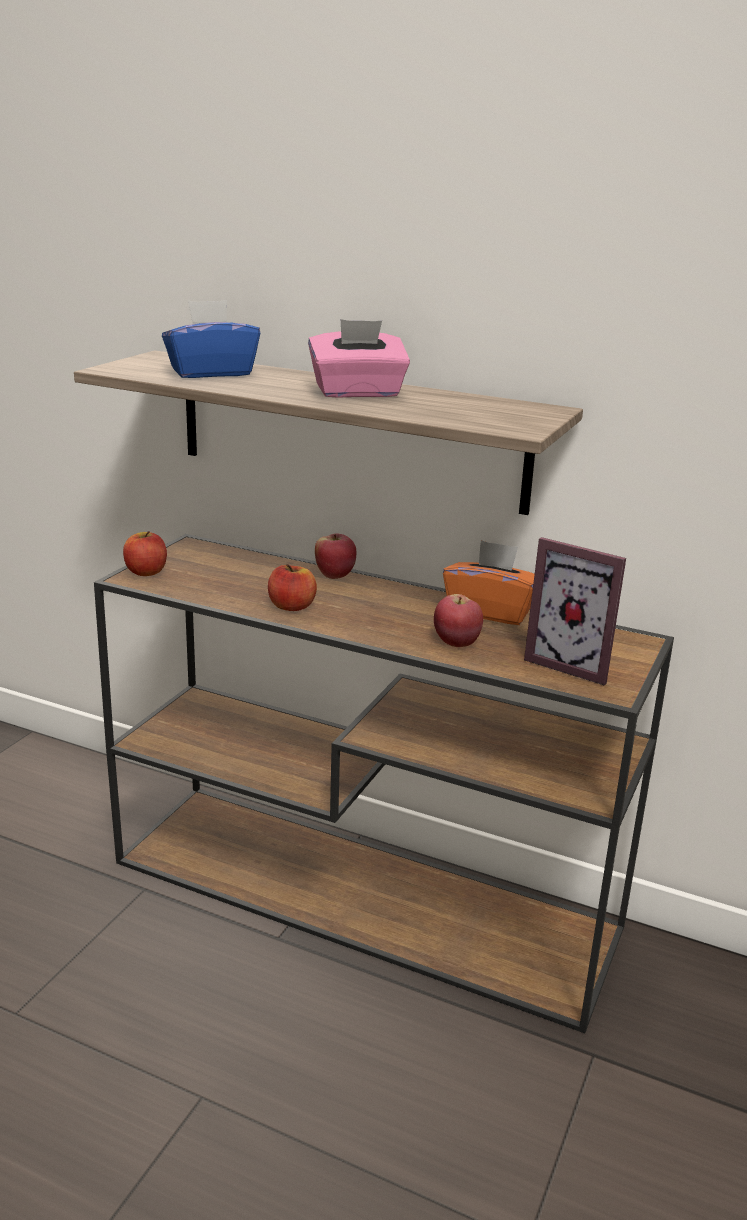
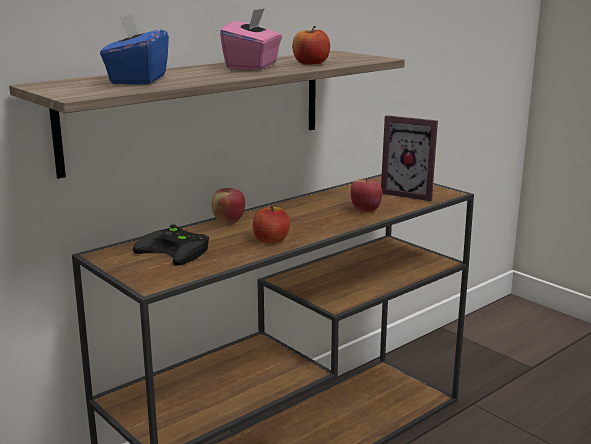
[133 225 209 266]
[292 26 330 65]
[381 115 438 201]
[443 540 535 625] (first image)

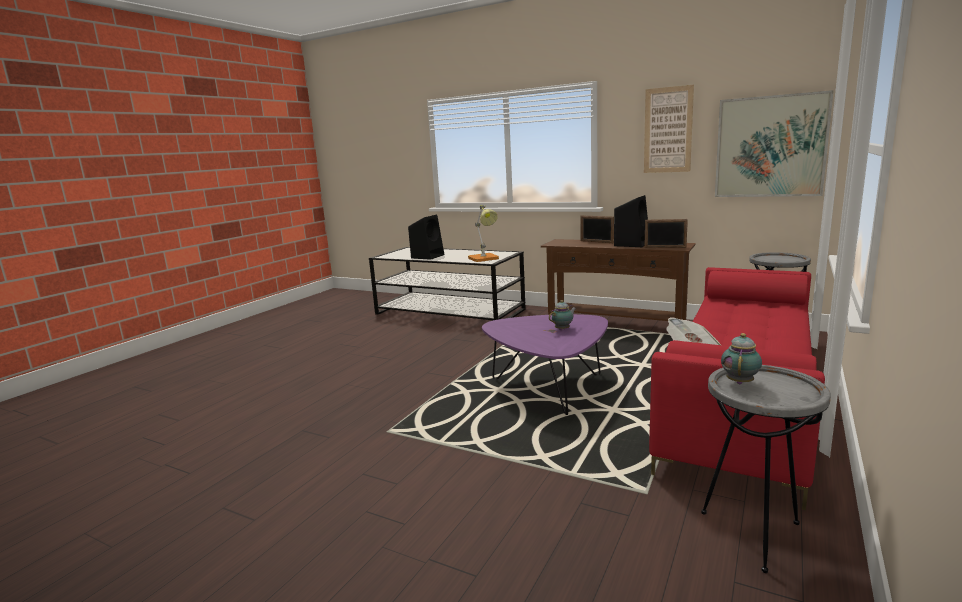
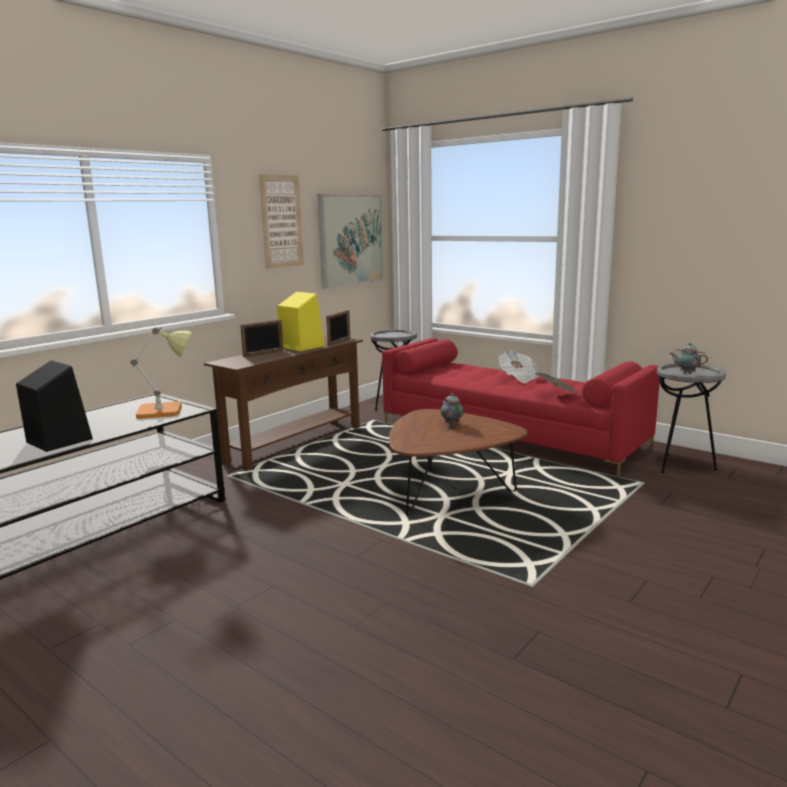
[277 292 324 351]
[389 409 527 516]
[498 351 540 383]

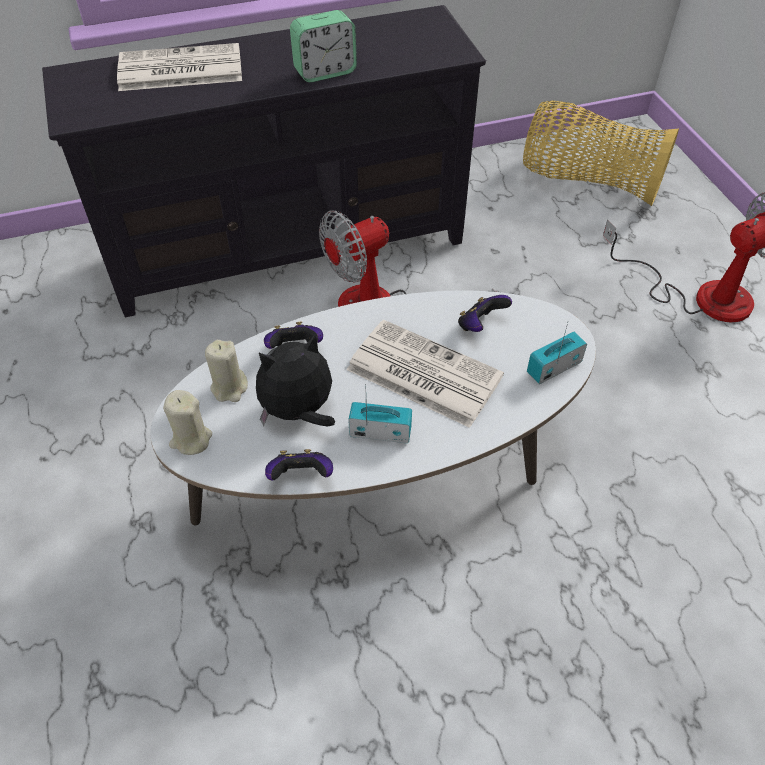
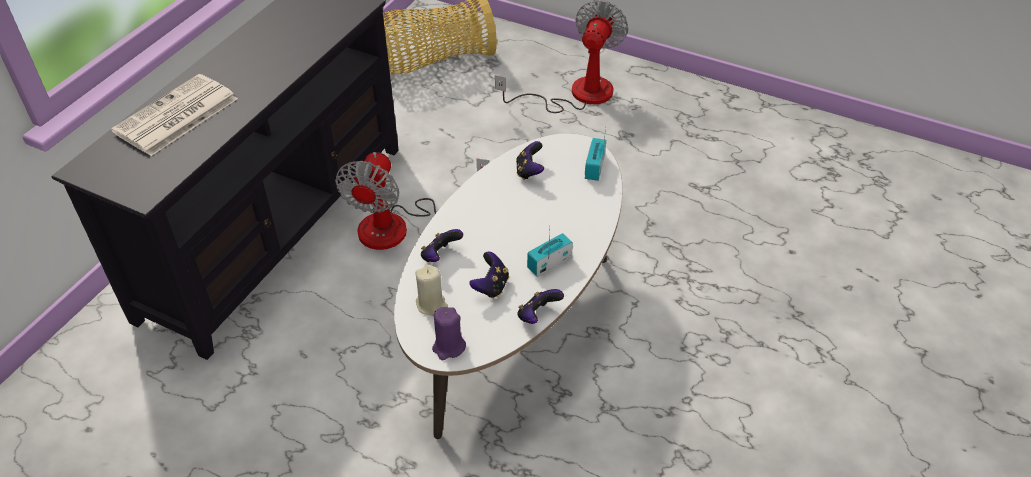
[432 307 466 360]
[469 252 509 299]
[290 10 357 82] (first image)
[346 320 504 428] (first image)

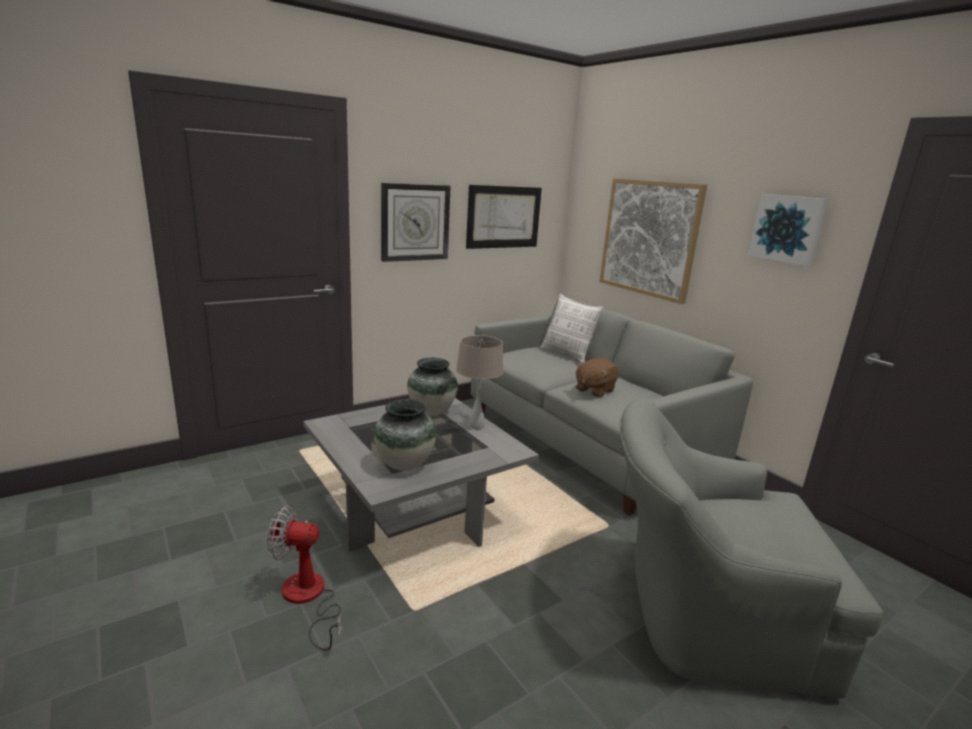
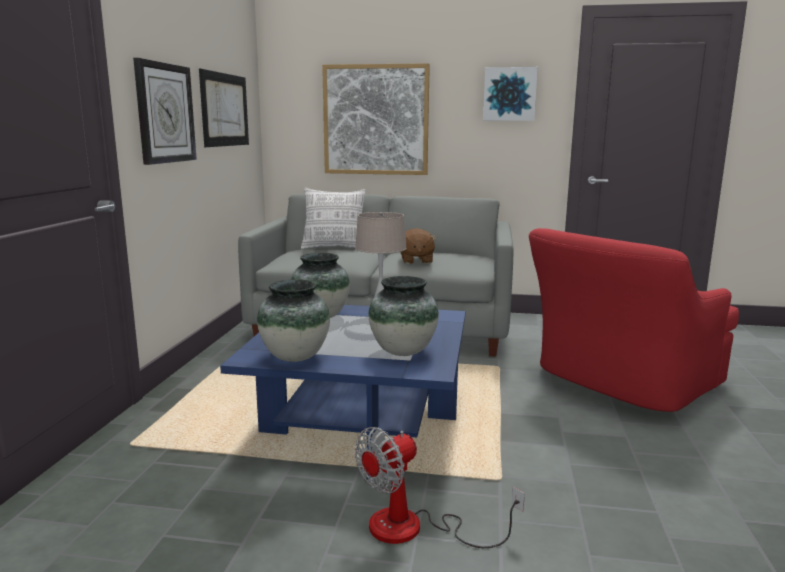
[220 305 465 480]
[257 279 330 362]
[529 228 739 412]

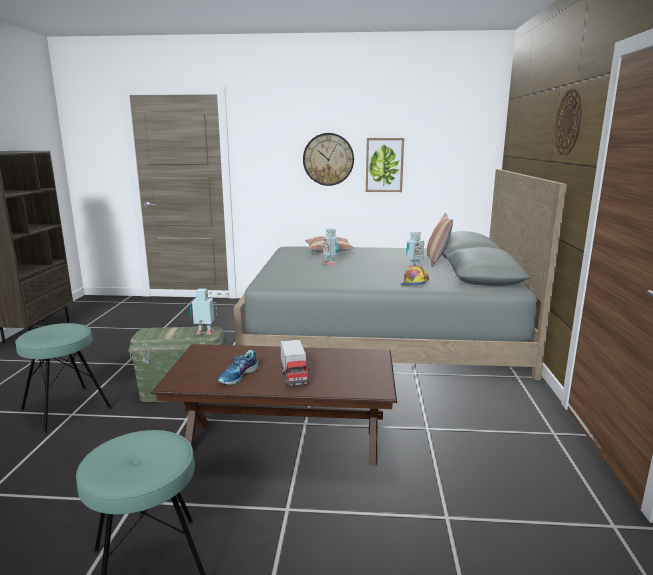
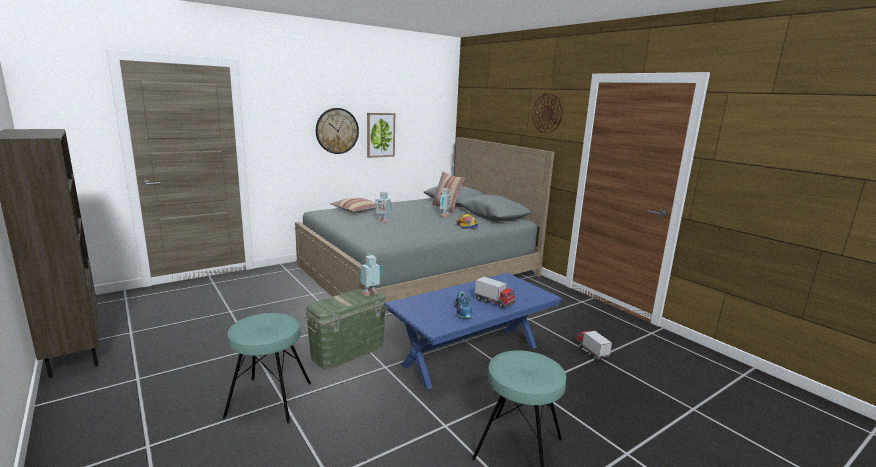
[384 273 563 389]
[576 331 612 360]

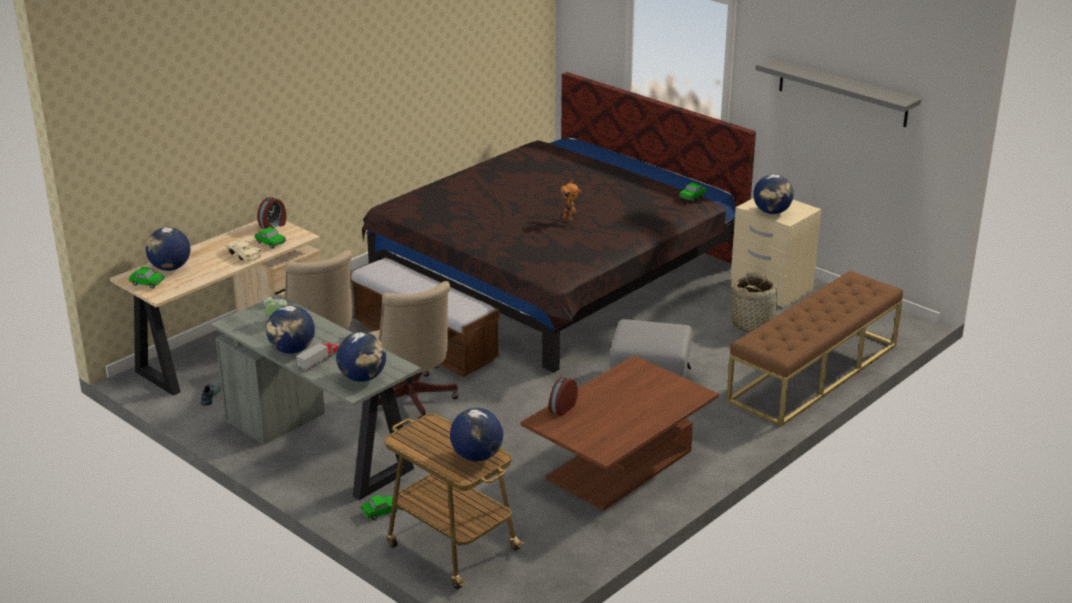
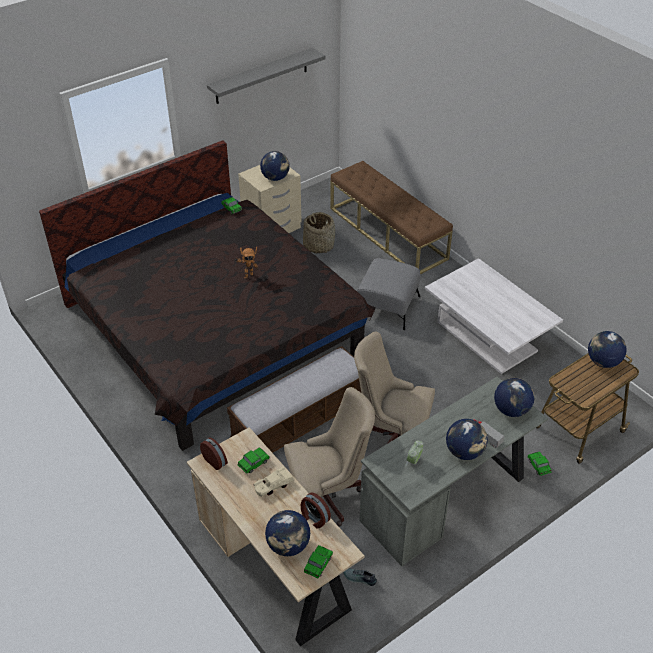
[301 492 331 529]
[354 331 435 444]
[425 258 563 374]

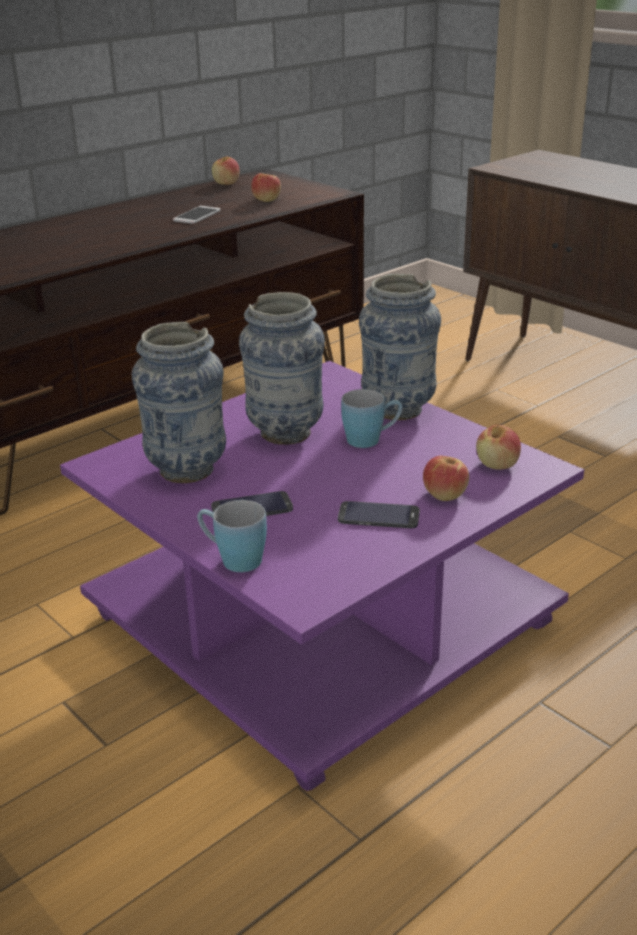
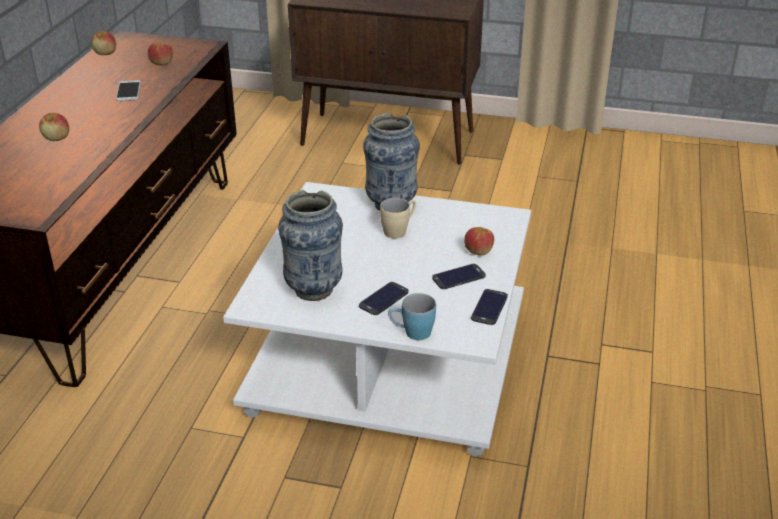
[39 113 69 141]
[223 182 531 456]
[380 198 416 239]
[471 289 508 325]
[239 292 325 445] (first image)

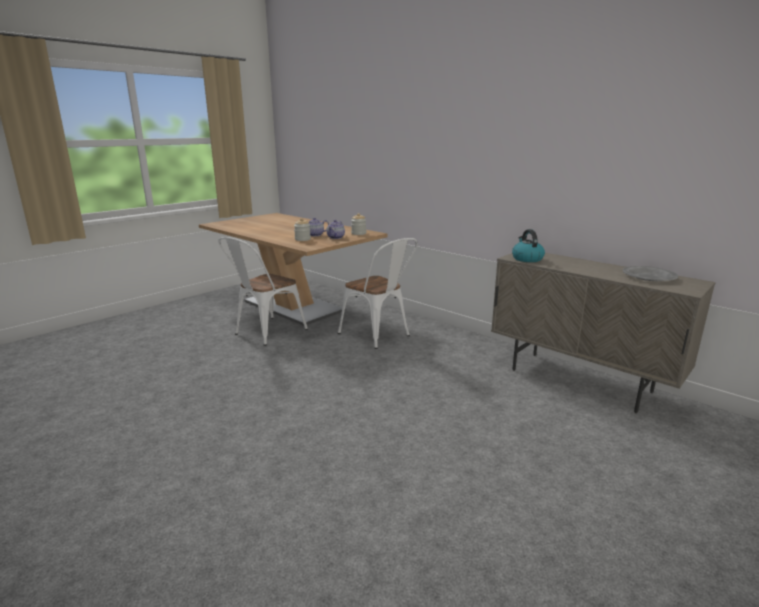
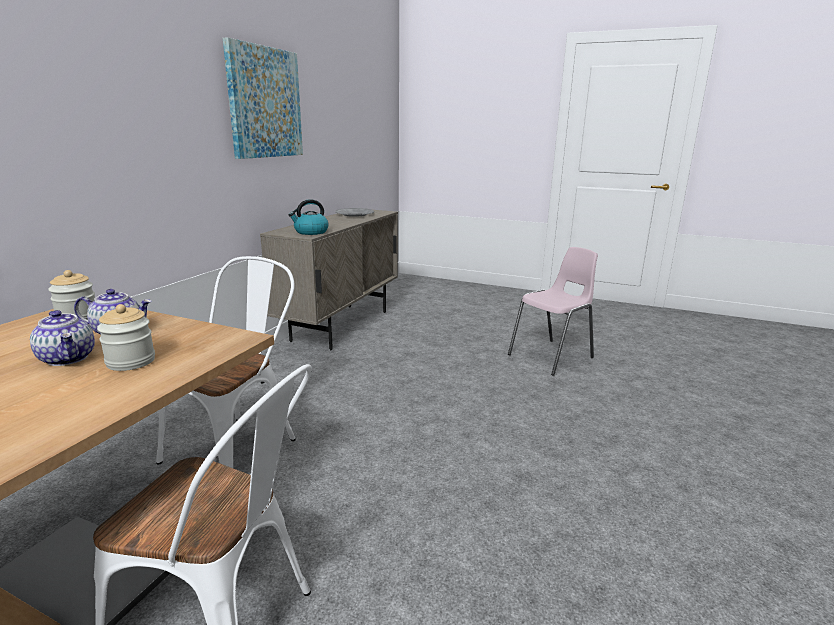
[223 37 303 159]
[508 247 598 376]

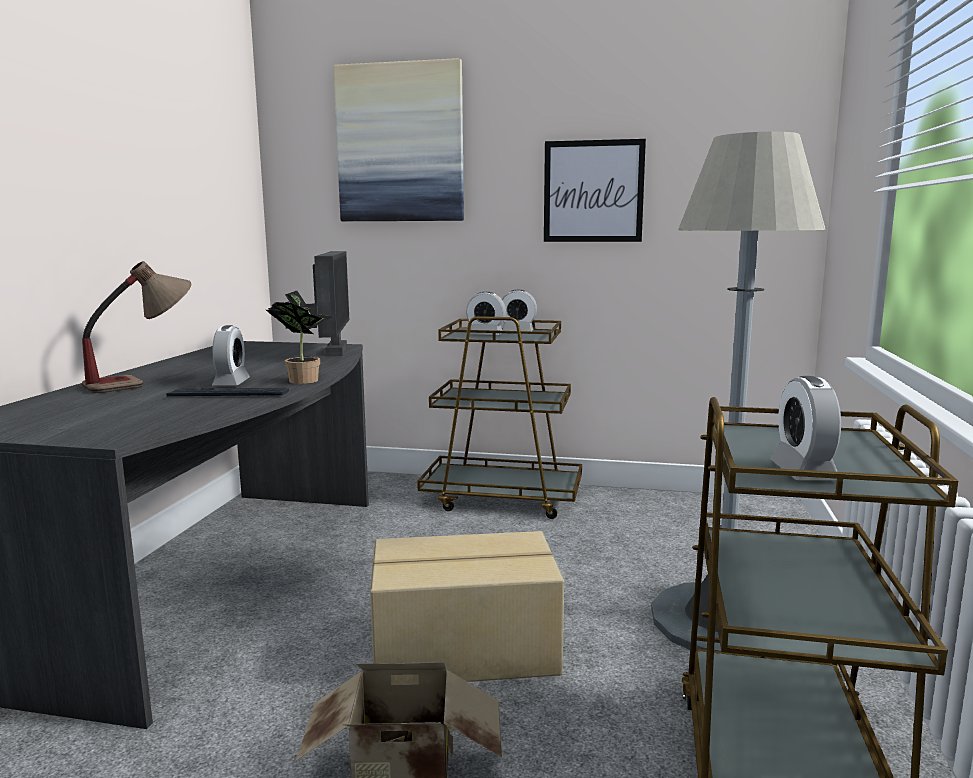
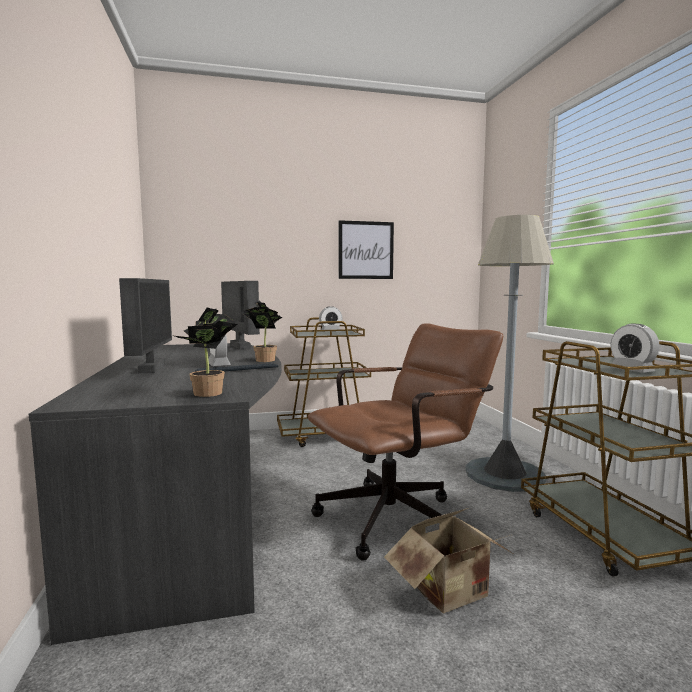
[119 278 172 373]
[171 308 237 397]
[308 323 503 561]
[333 58 464 221] (first image)
[466 292 506 335] (first image)

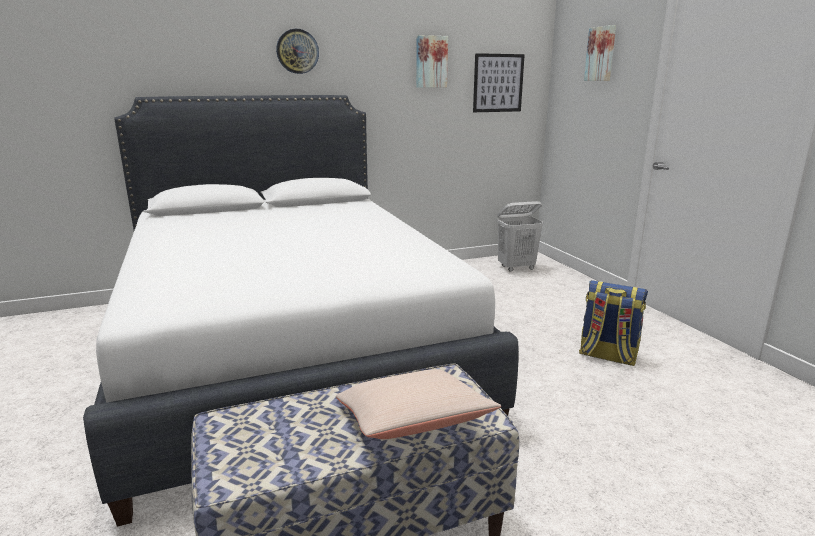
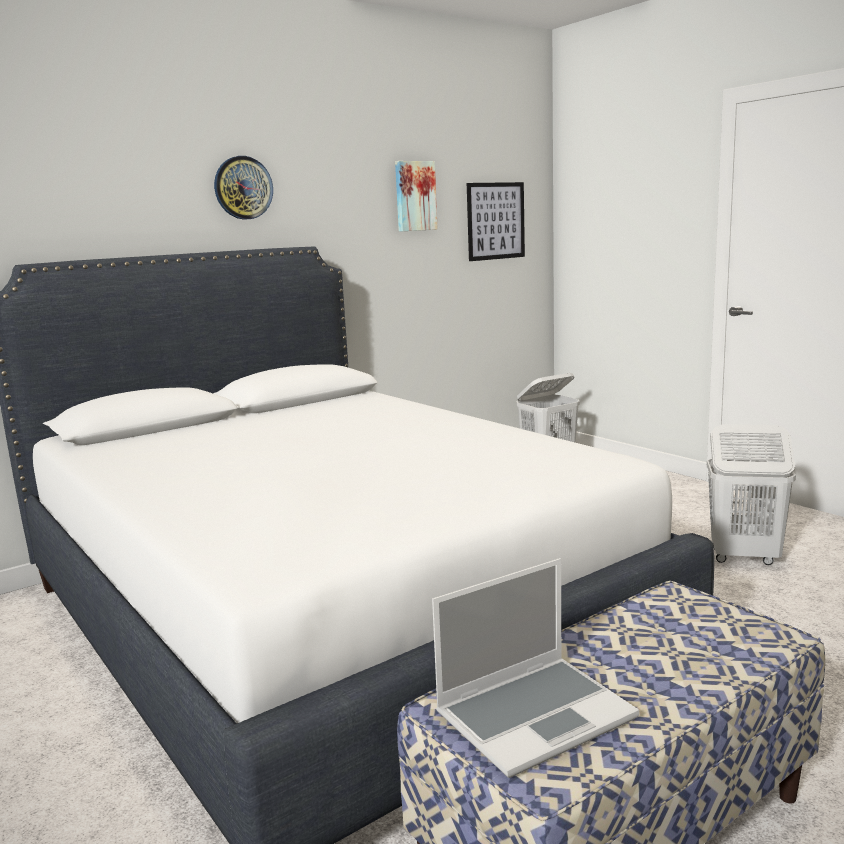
[432 558 639 778]
[707 424 796 565]
[336 369 501 439] (first image)
[584 25 616 81] (first image)

